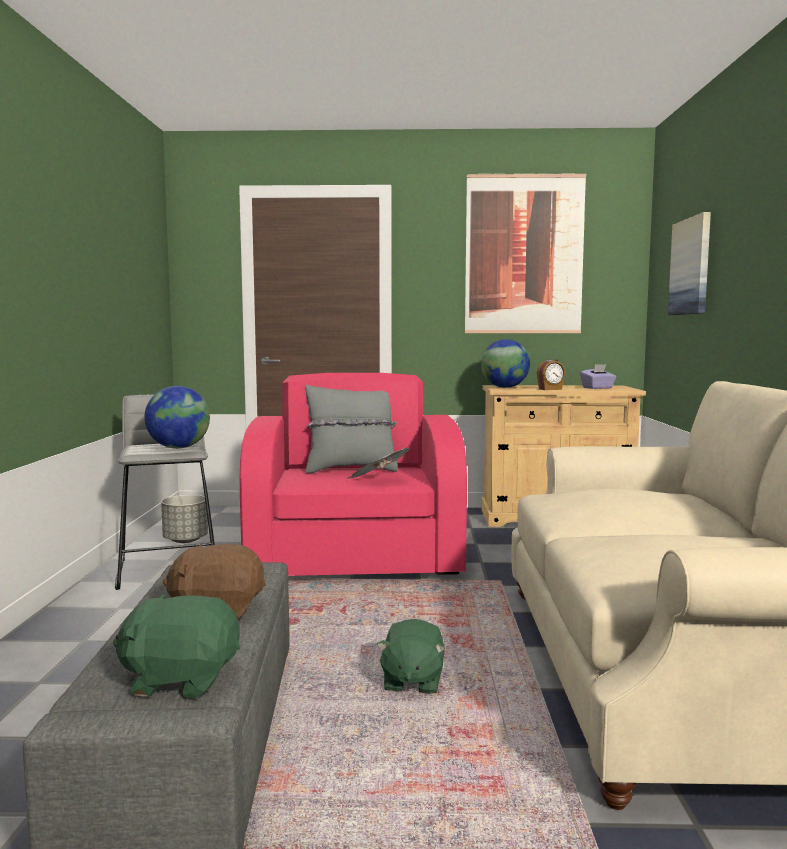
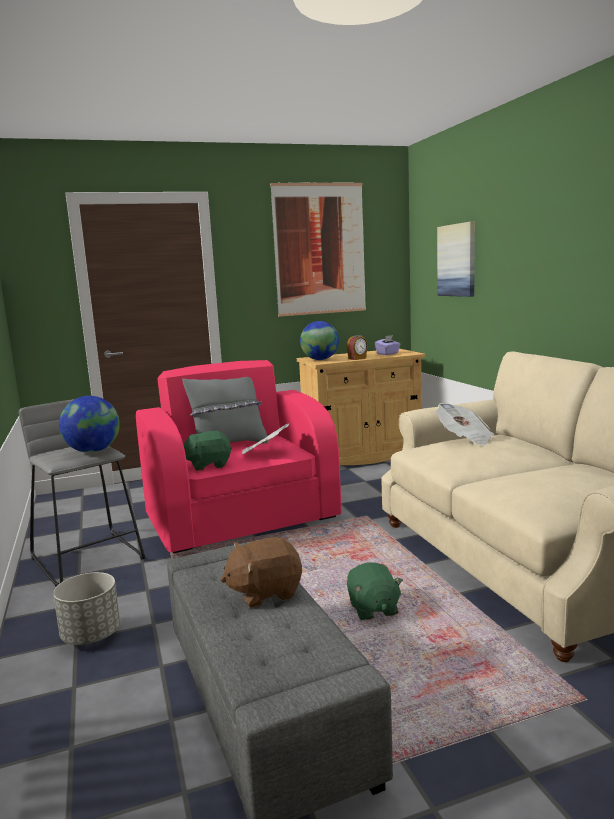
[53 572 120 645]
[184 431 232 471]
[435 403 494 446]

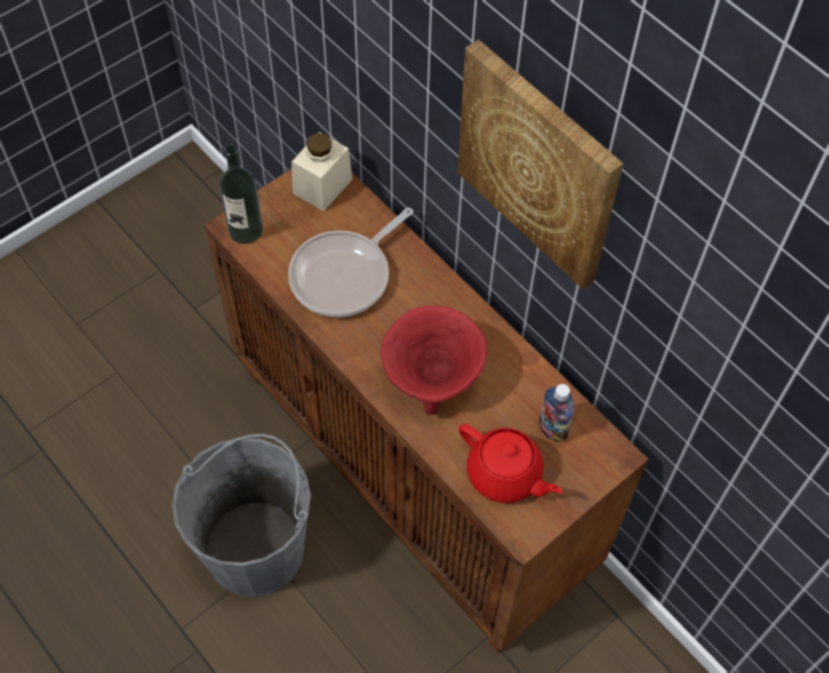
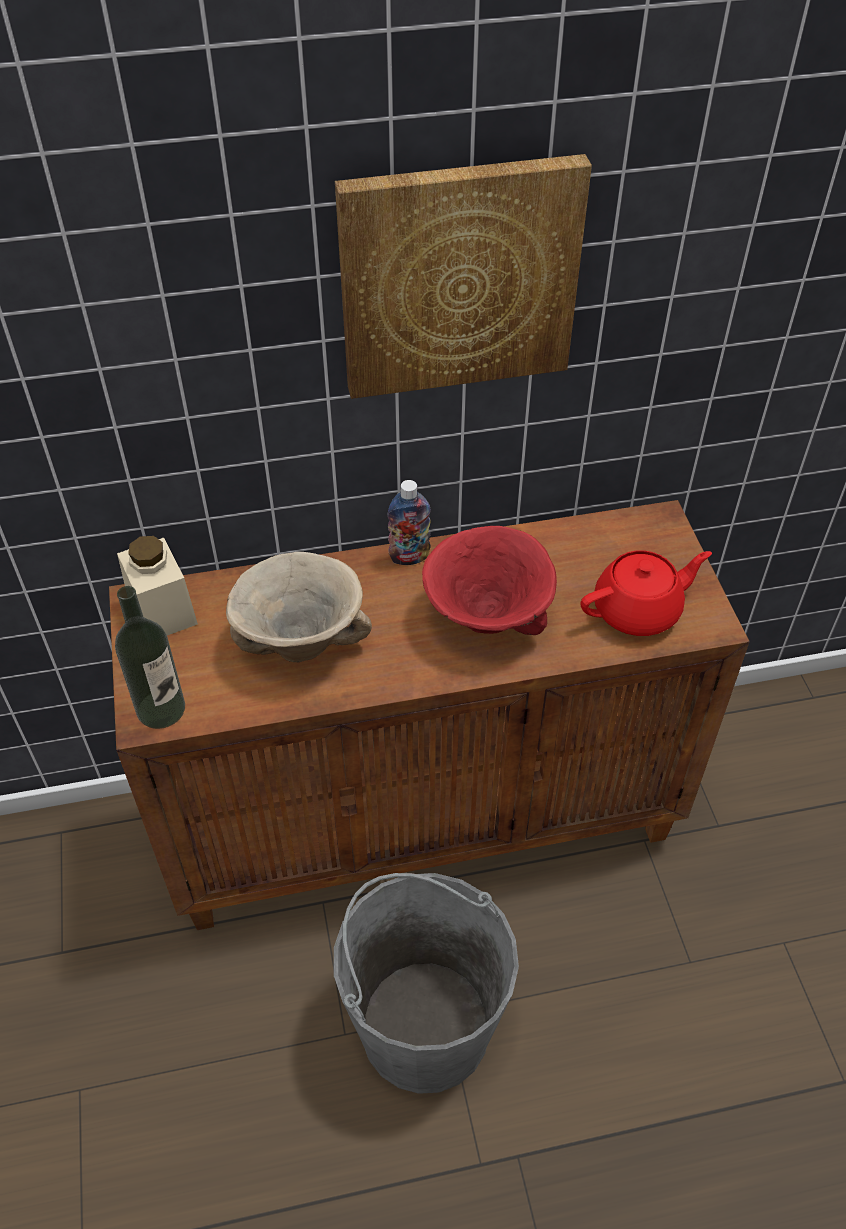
[226 552 372 662]
[387 480 431 565]

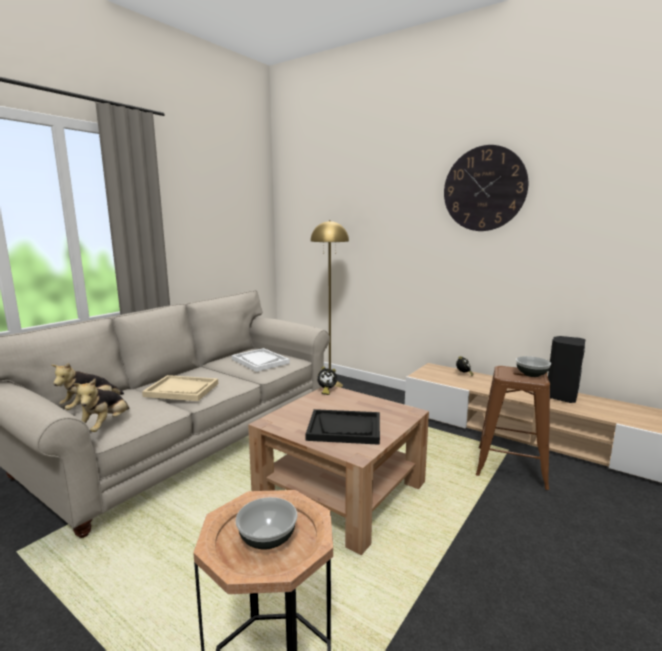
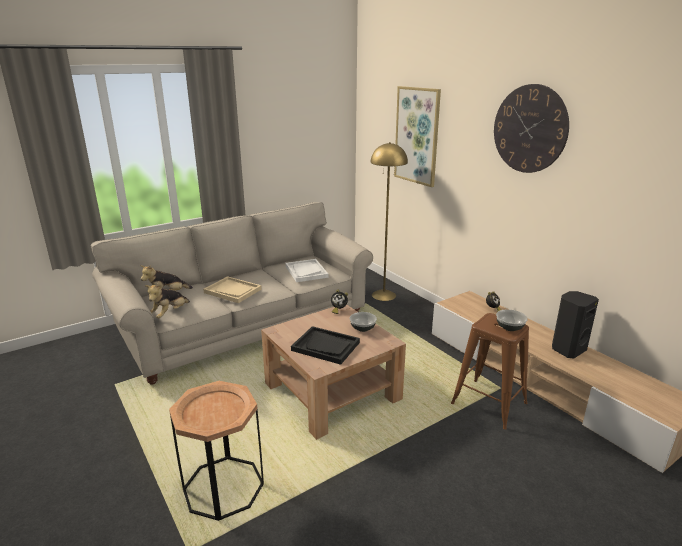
[350 312 377 332]
[394 86 441 187]

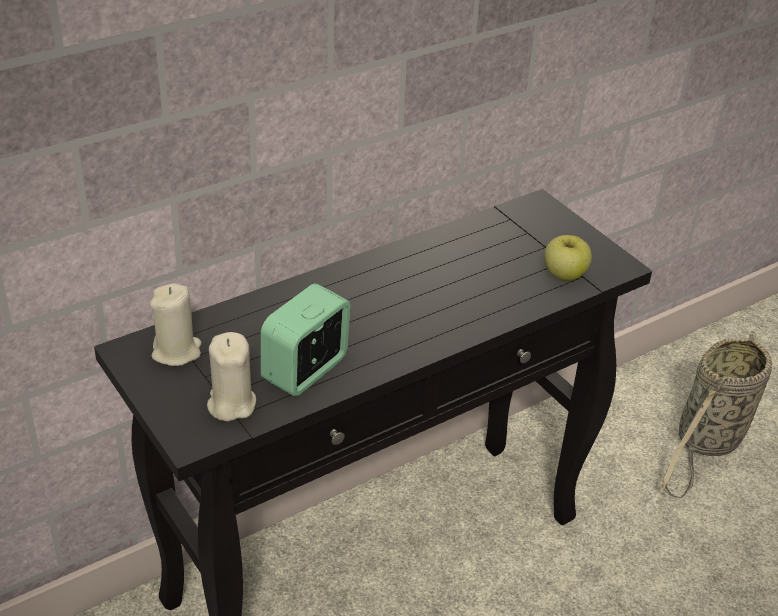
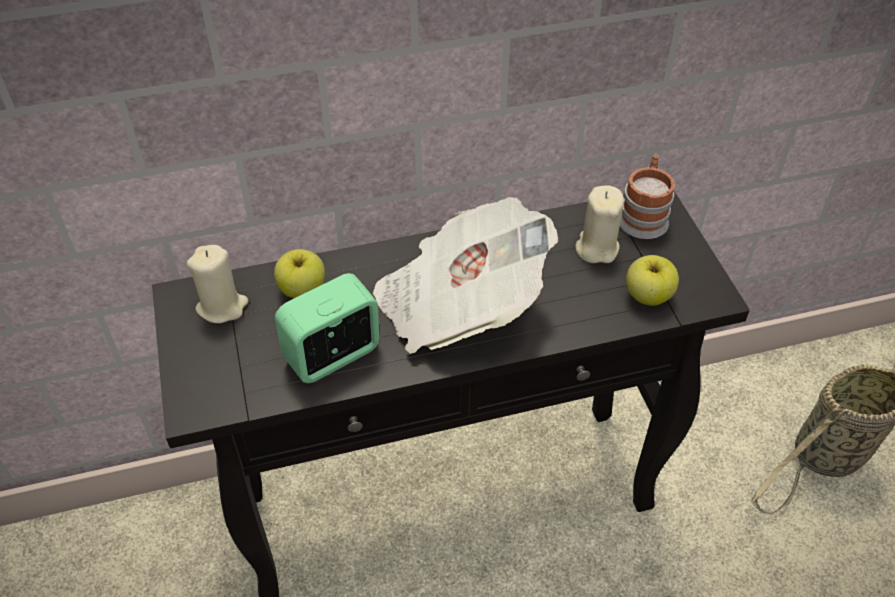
[274 249 325 298]
[373 197 558 354]
[575 185 624 263]
[620 155 675 239]

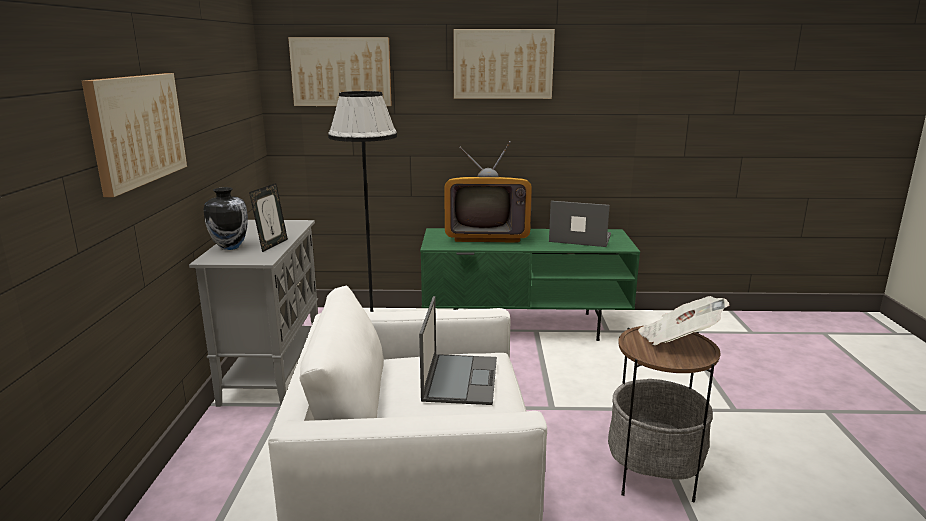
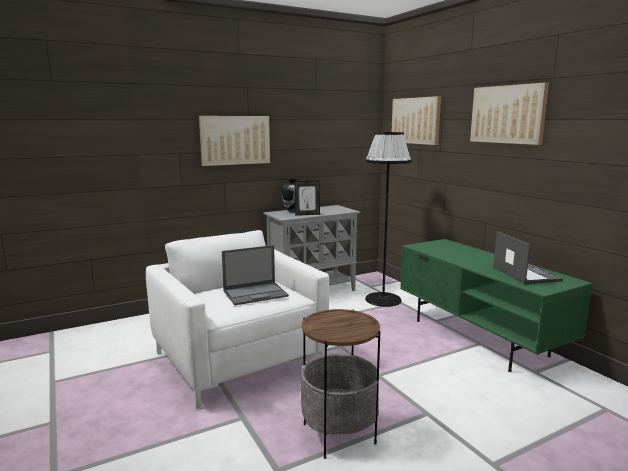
[444 141 532 243] (first image)
[638 296 729 346] (first image)

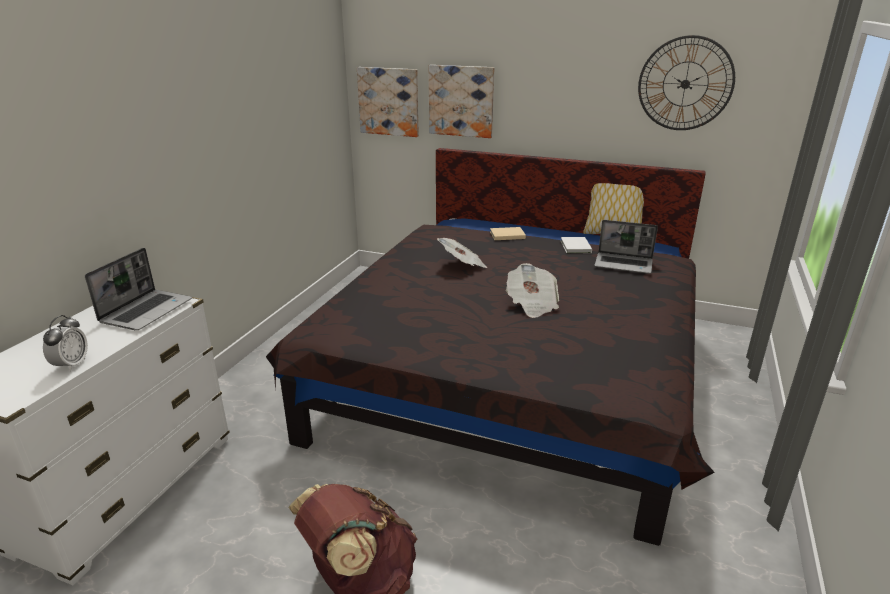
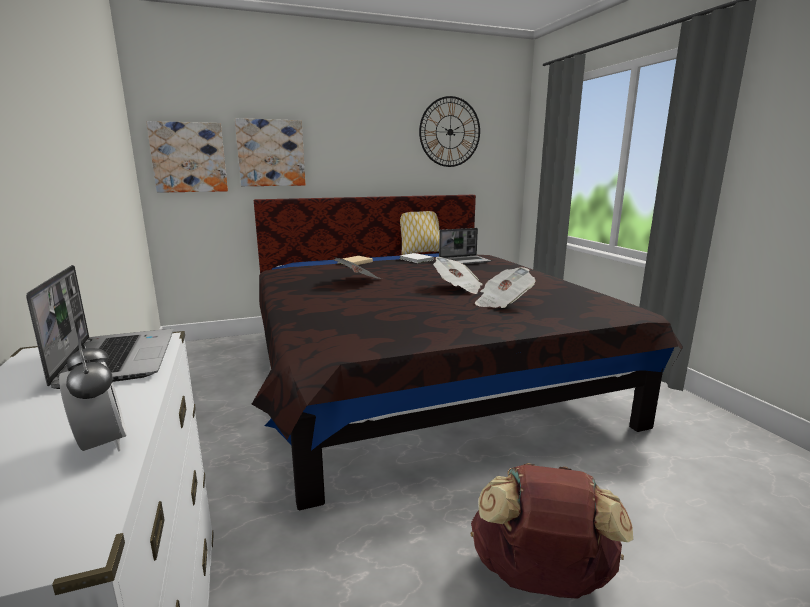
[475 267 536 308]

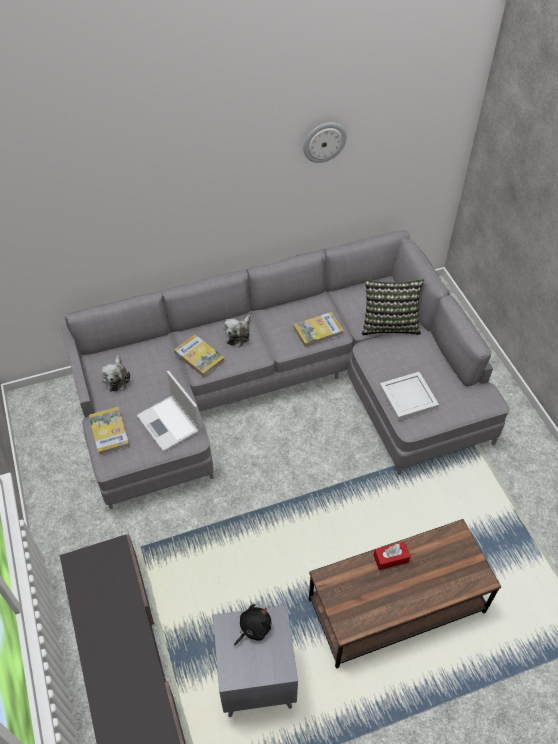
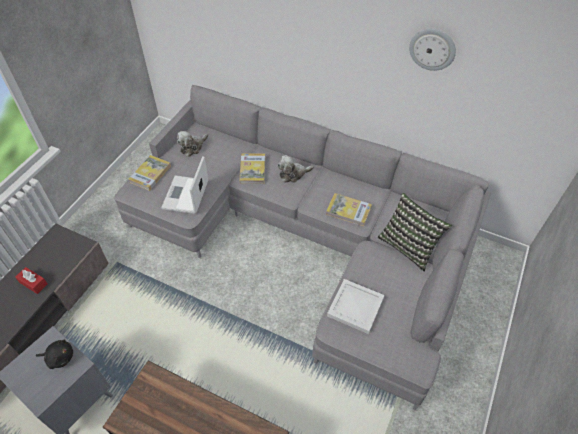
[15 267 47 294]

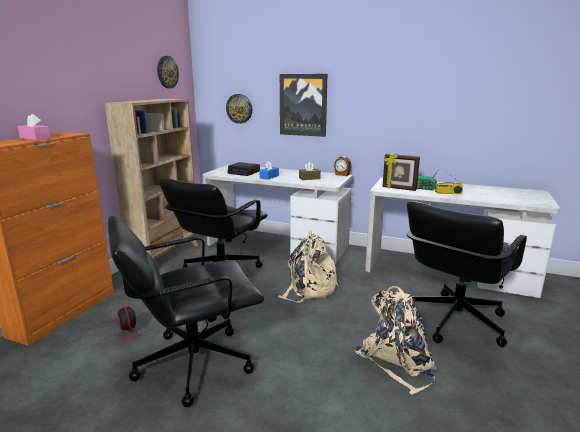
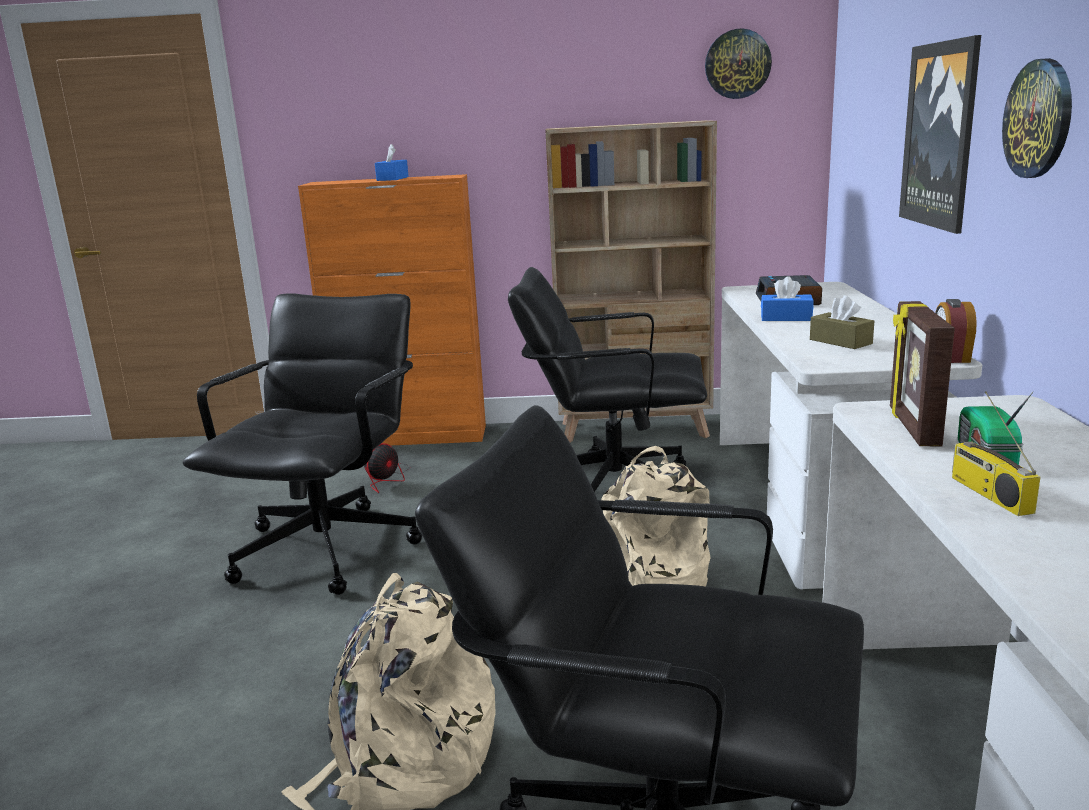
[183 293 422 595]
[375 144 409 181]
[1002 58 1072 178]

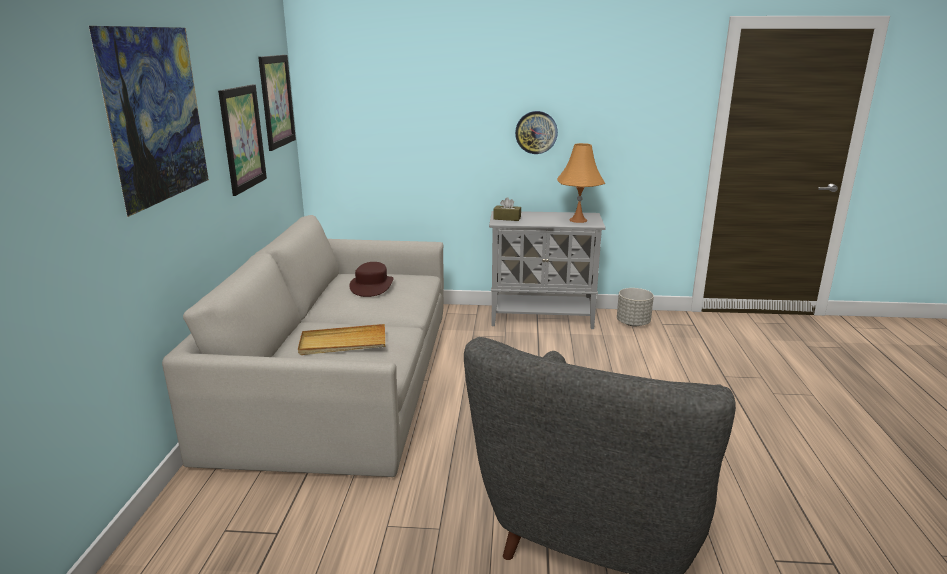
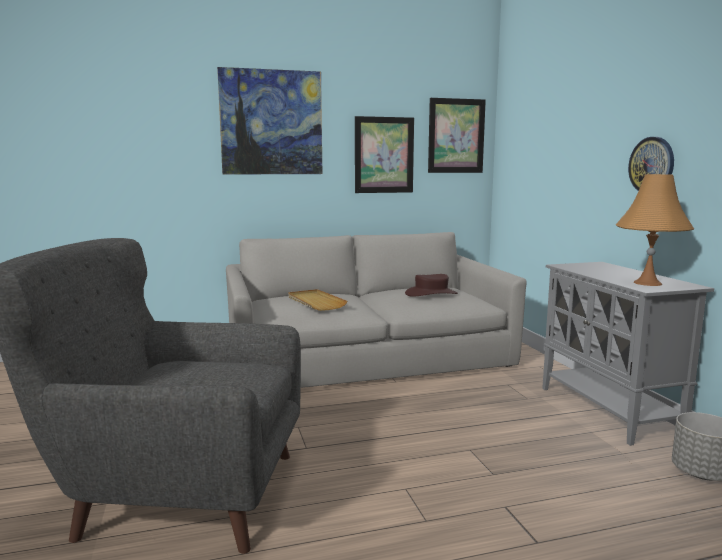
[493 197 521 221] (first image)

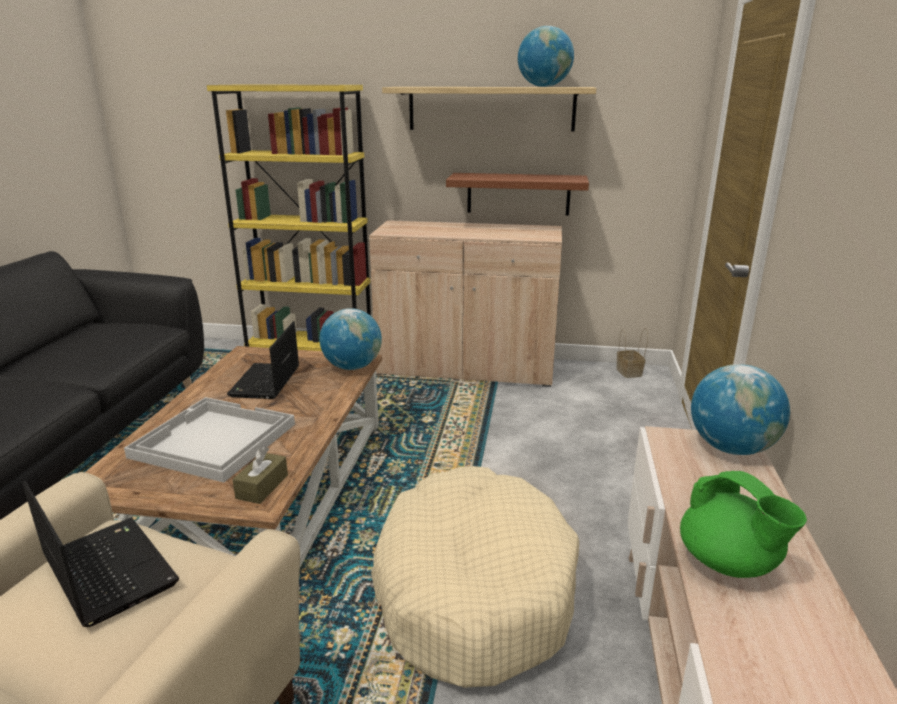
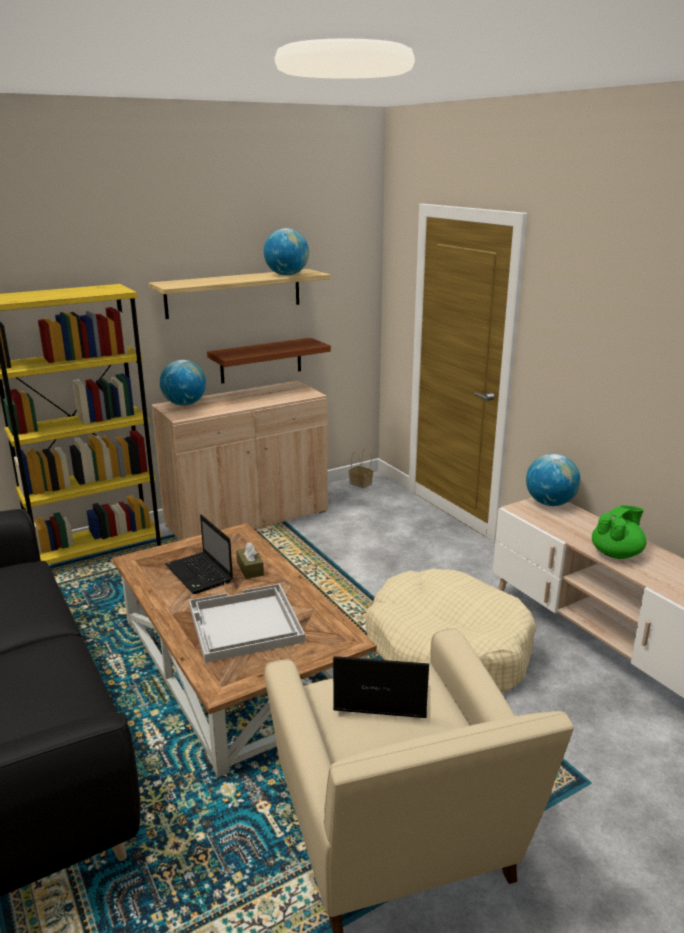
[160 360 206 406]
[236 542 264 579]
[592 505 646 559]

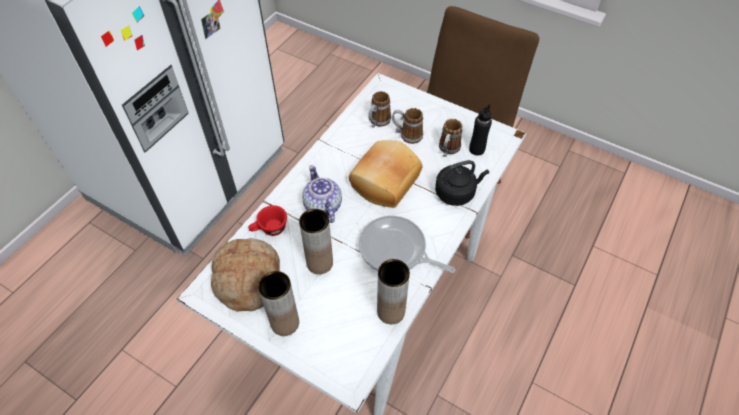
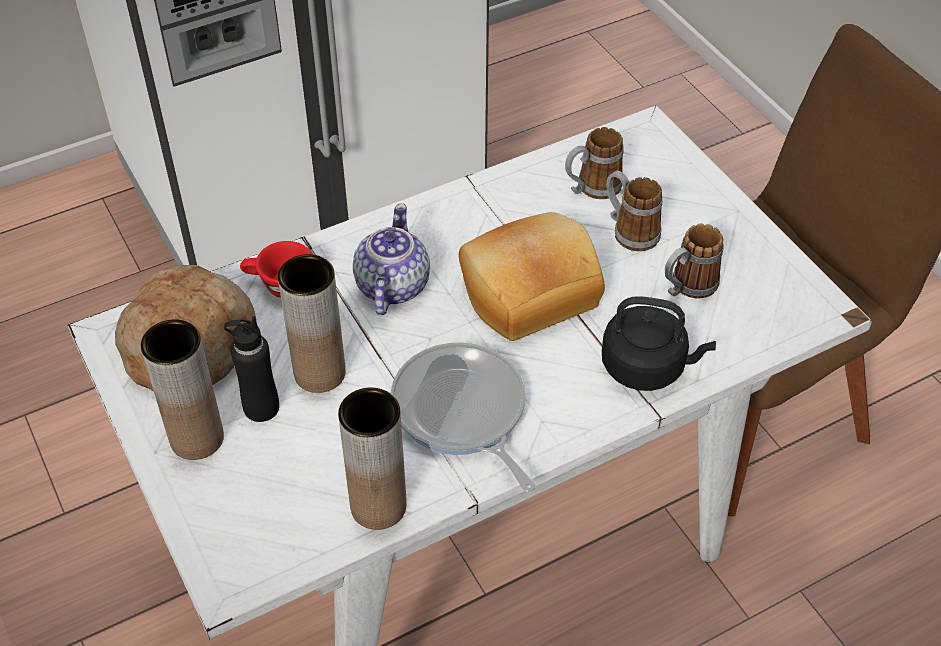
[224 316 279 422]

